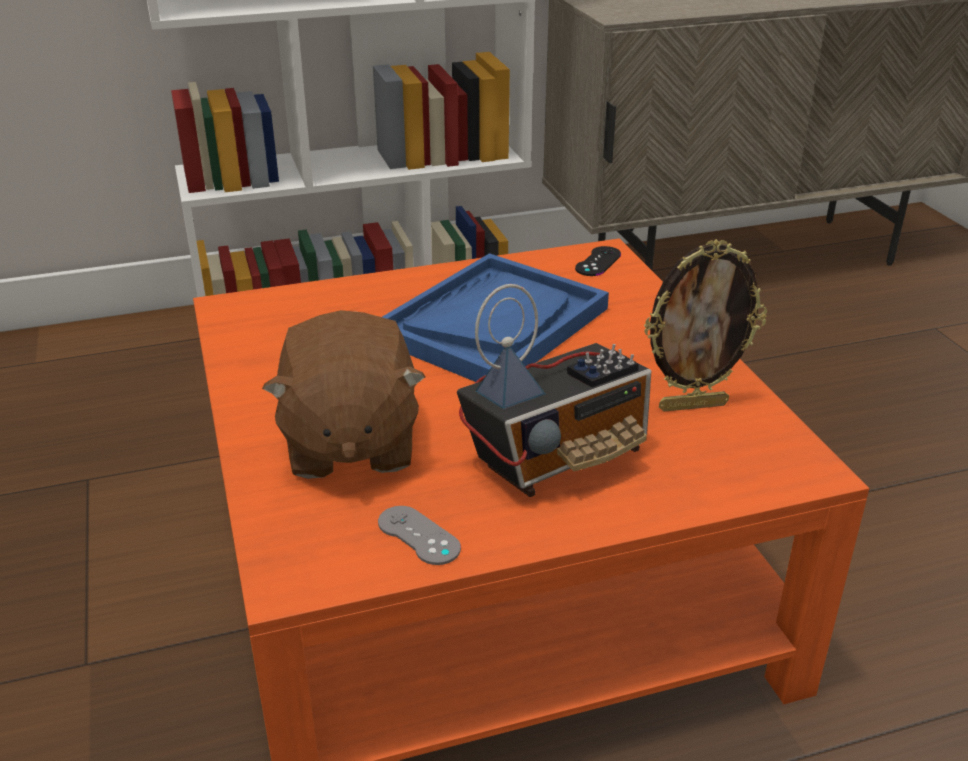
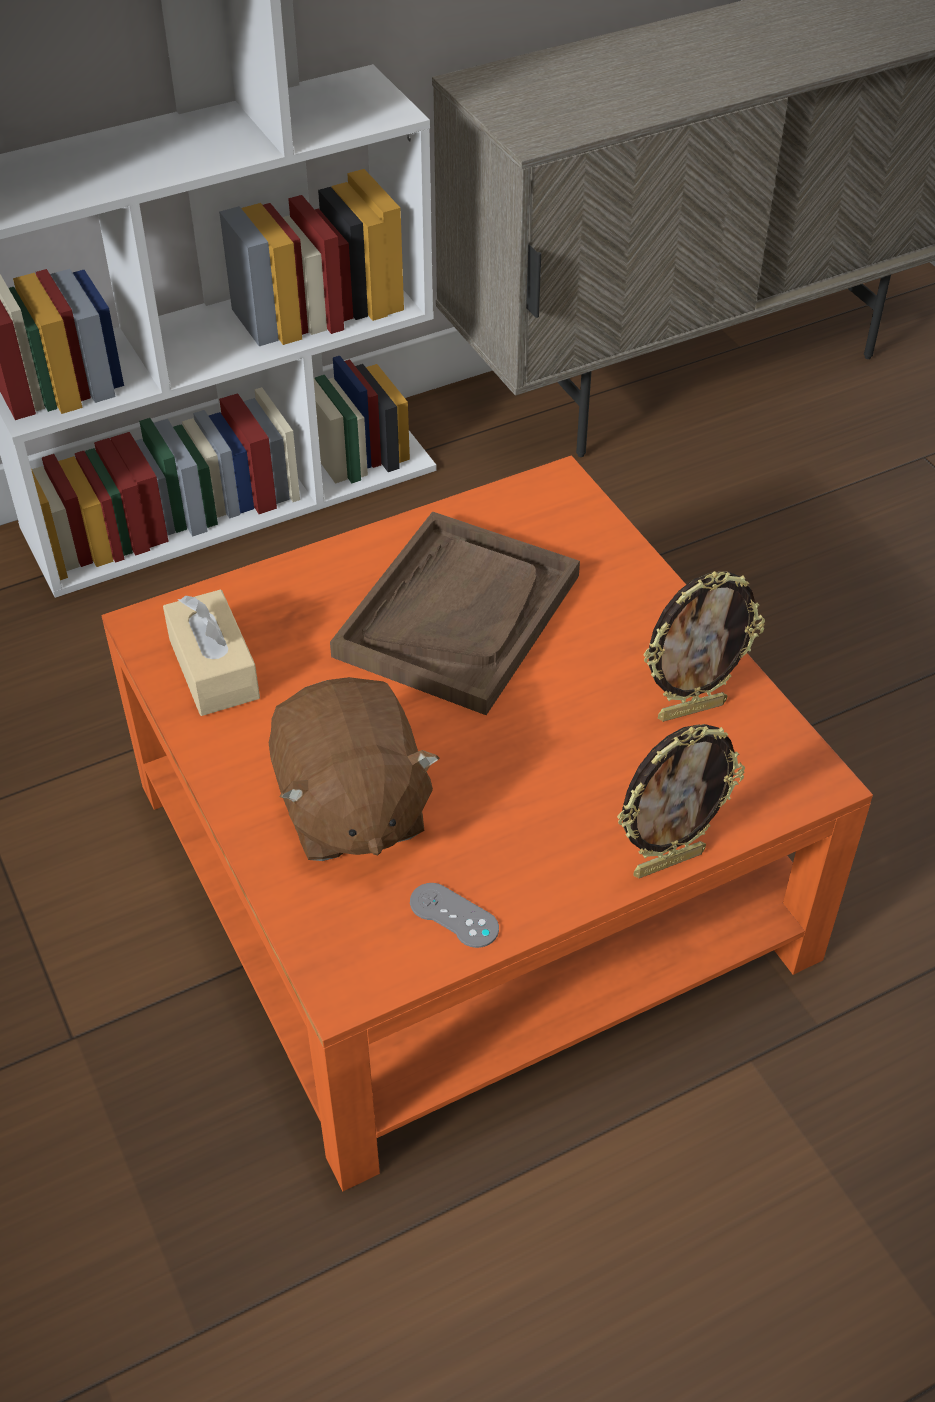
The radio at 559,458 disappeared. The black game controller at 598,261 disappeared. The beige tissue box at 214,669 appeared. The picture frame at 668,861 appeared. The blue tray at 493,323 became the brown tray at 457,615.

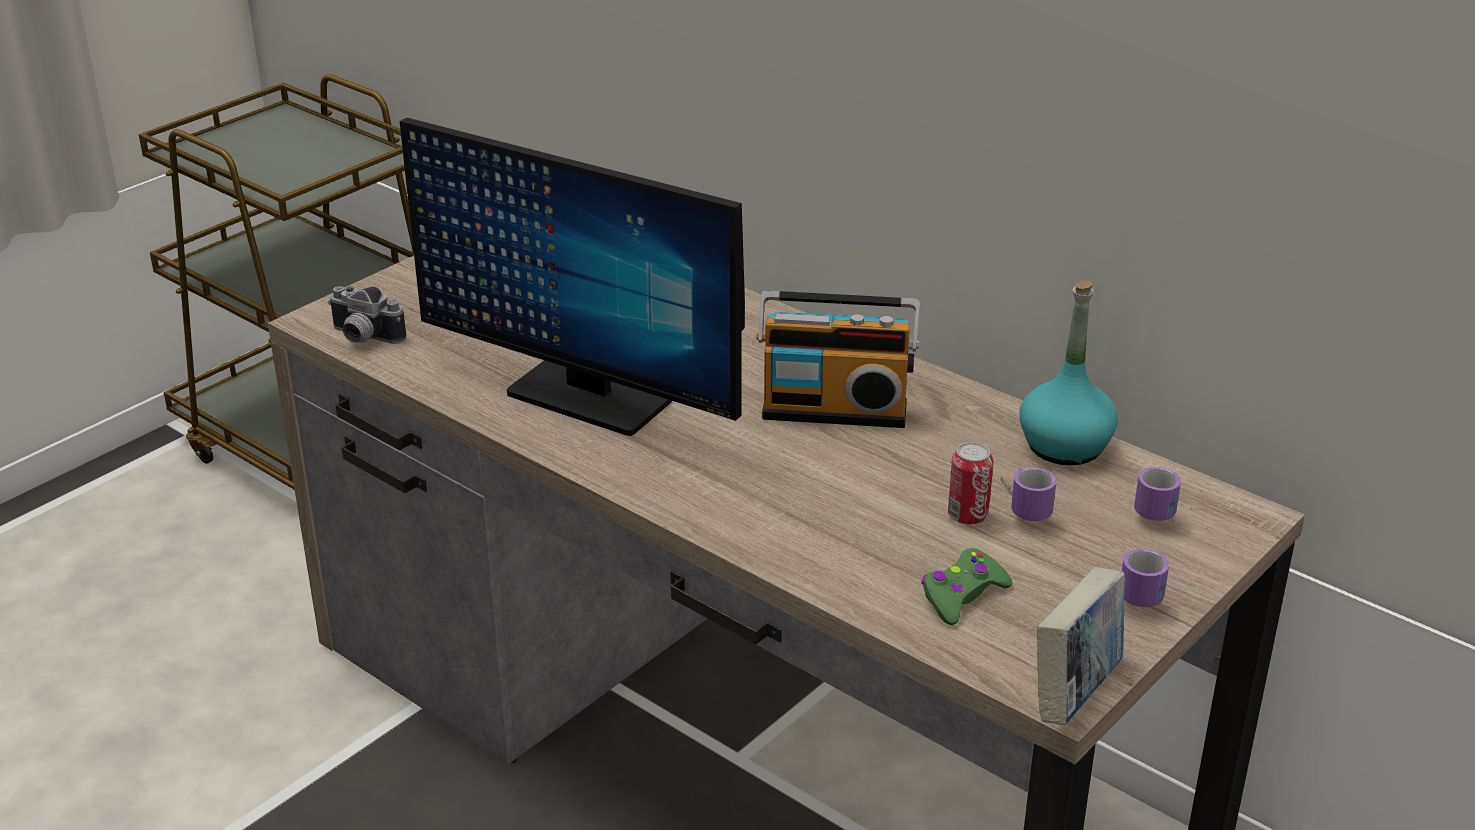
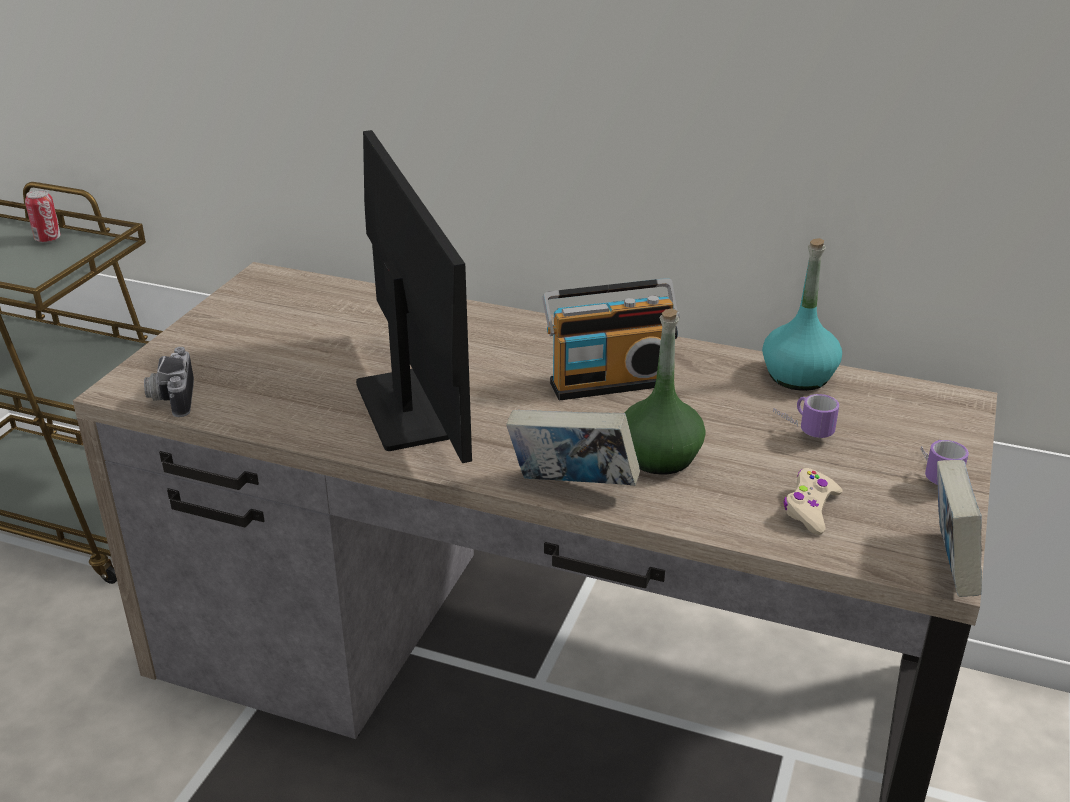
The mug at 1159,507 disappeared. The book at 572,487 appeared. The green bottle at 659,457 appeared. The can moved from 967,516 to 48,239. The green game controller at 962,595 became the beige game controller at 810,508. The photo camera at 362,338 turned 75 degrees clockwise. The monitor at 588,397 turned 120 degrees counterclockwise.

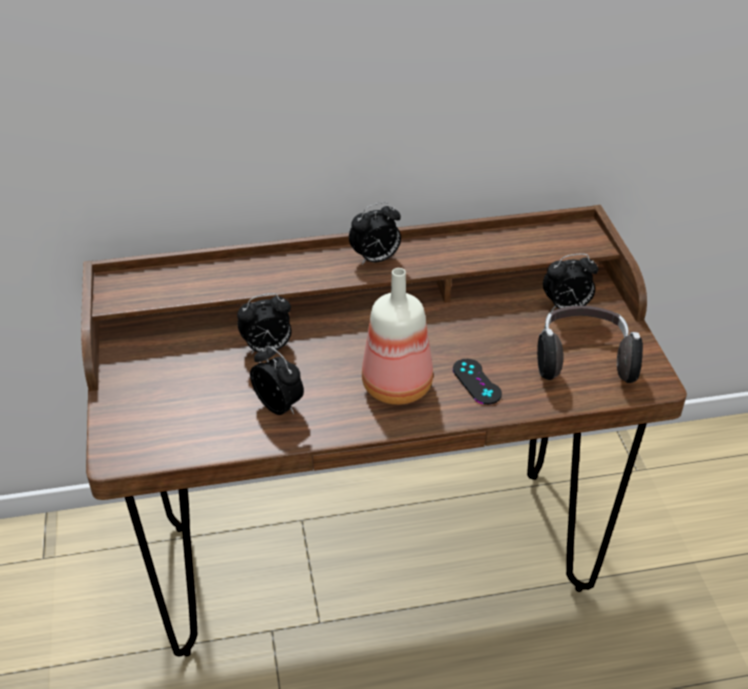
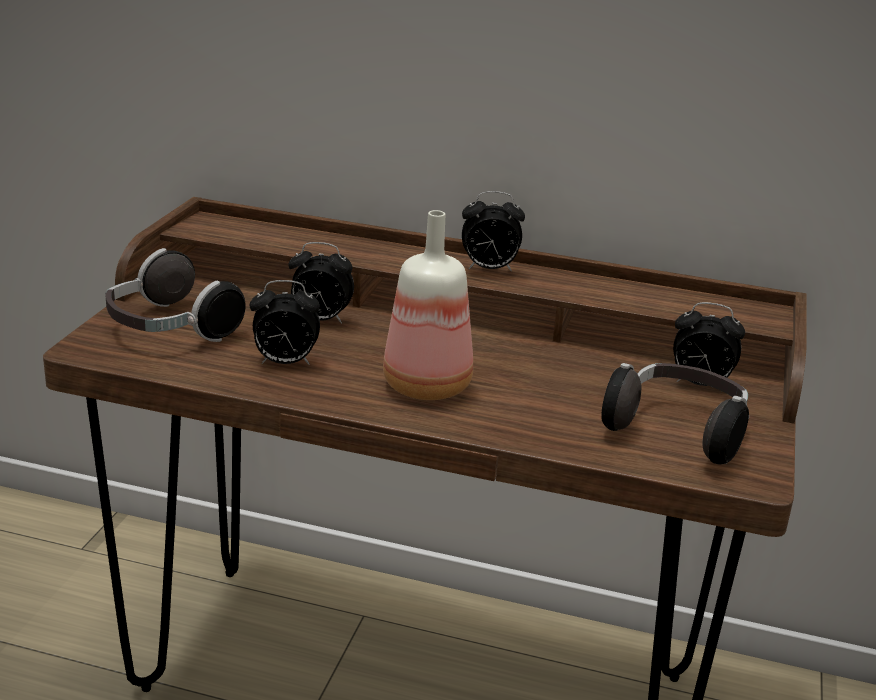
The black game controller at 476,382 disappeared. The headphones at 169,329 appeared. The alarm clock at 280,406 turned 105 degrees clockwise.

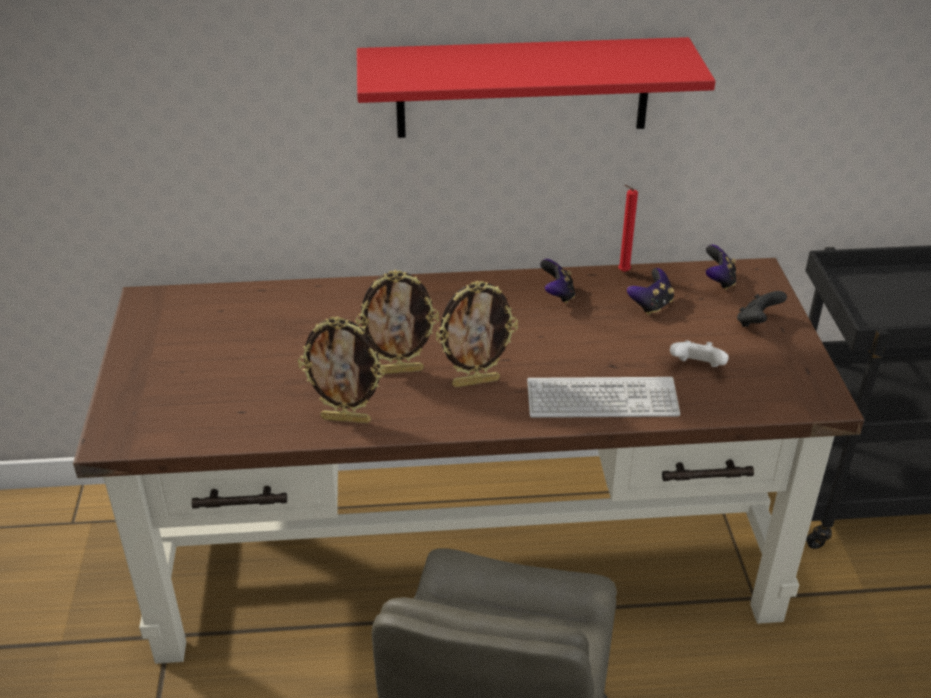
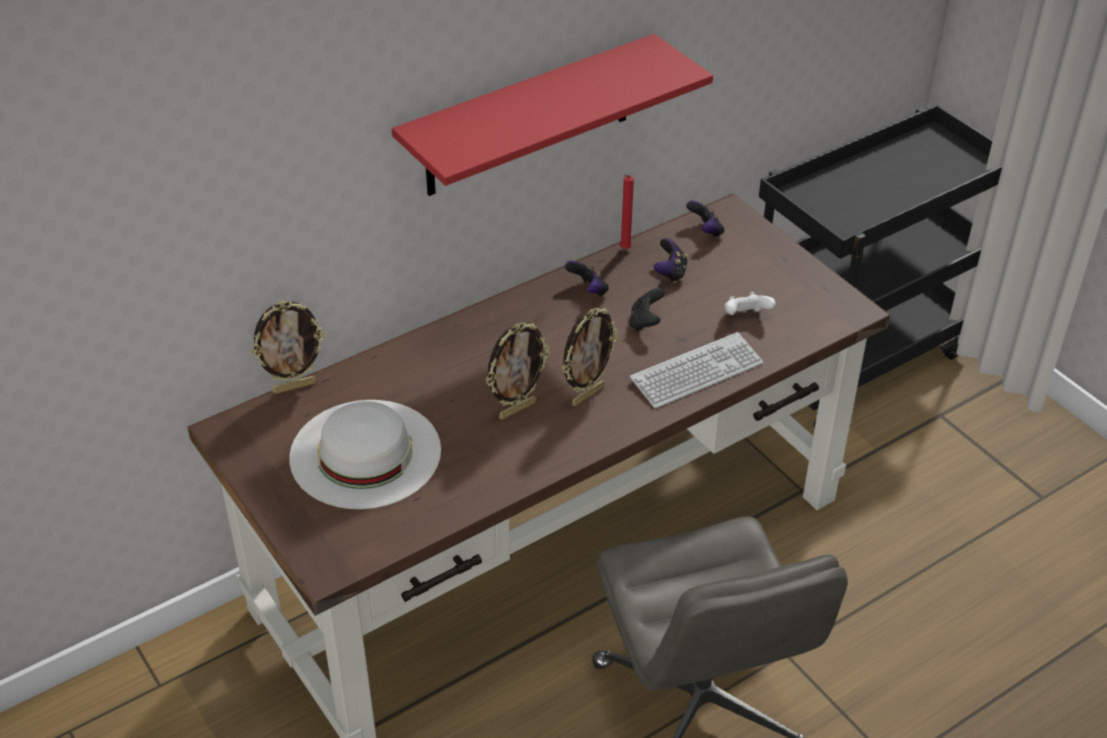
The white hat at 365,453 appeared. The picture frame moved from 346,419 to 294,386. The black game controller moved from 757,322 to 645,322.

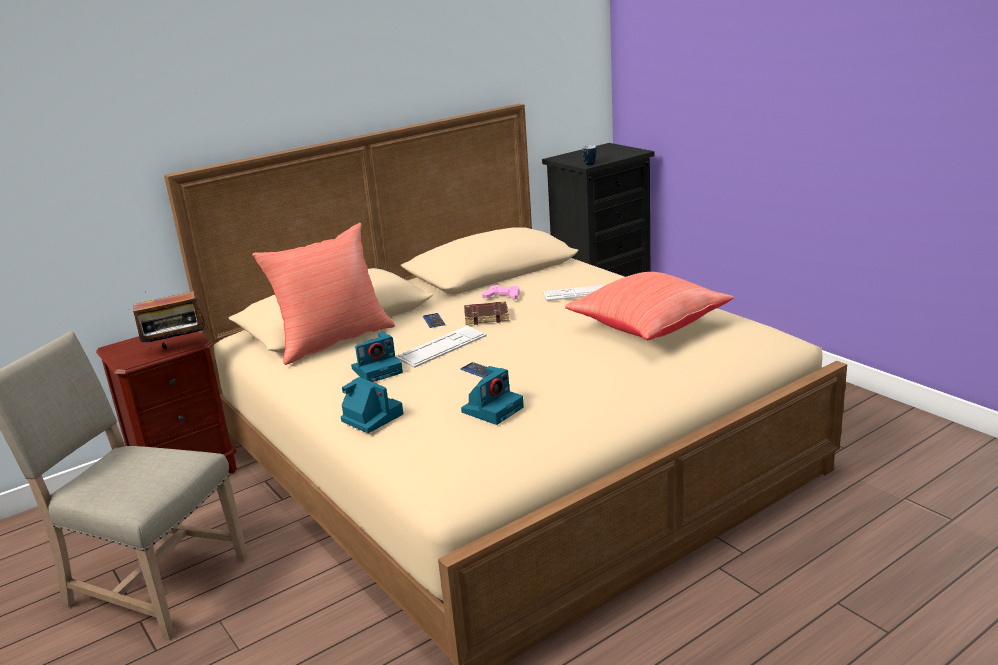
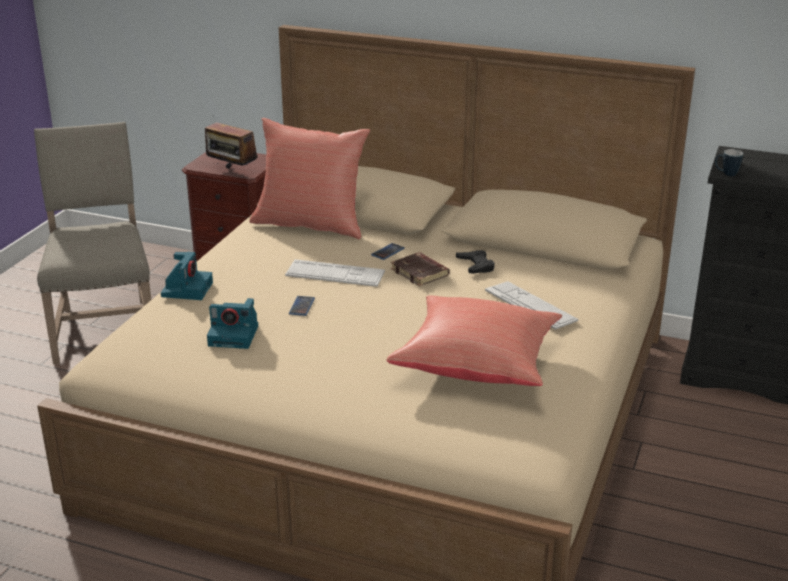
The photo camera at 378,370 disappeared. The pink game controller at 502,296 became the black game controller at 476,265.

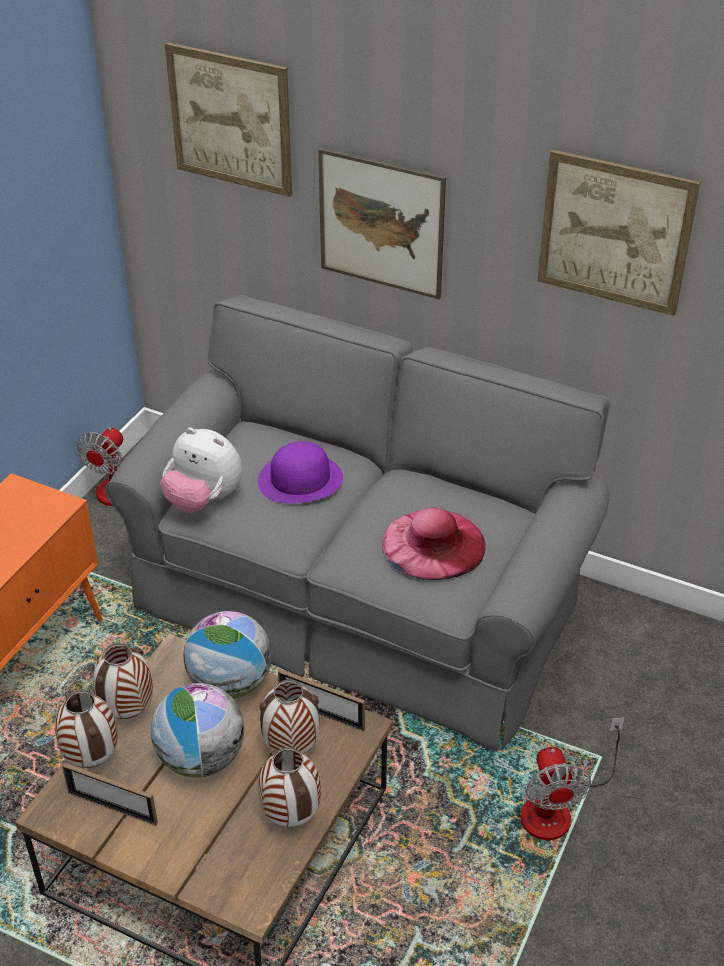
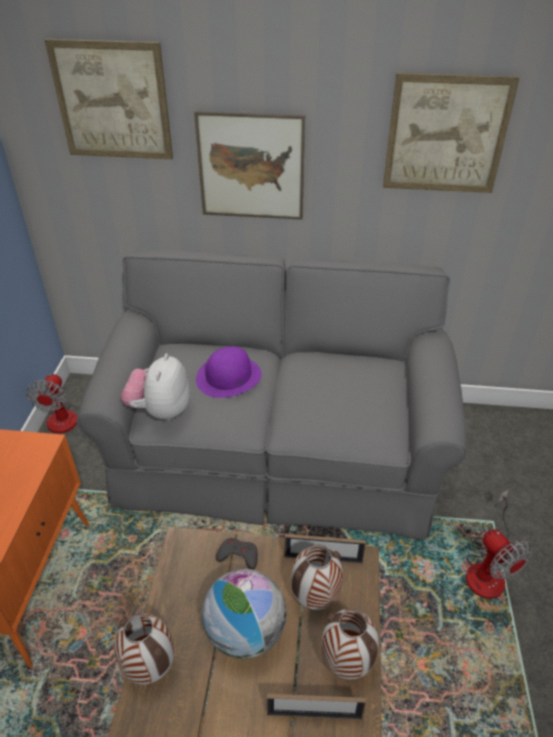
The vase at 128,713 disappeared. The pink hat at 433,544 disappeared. The picture frame moved from 112,808 to 314,715. The globe at 230,684 was replaced by the grey game controller at 238,555. The plush toy at 203,500 turned 90 degrees clockwise.

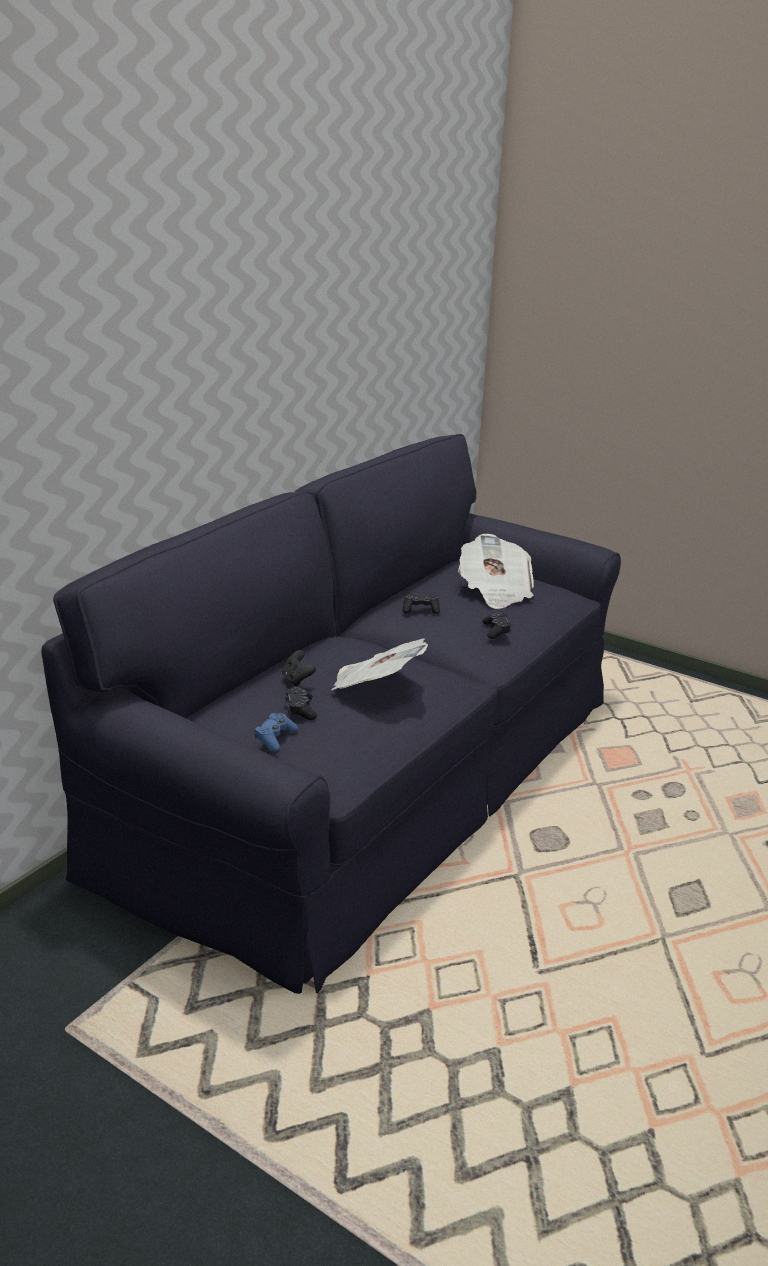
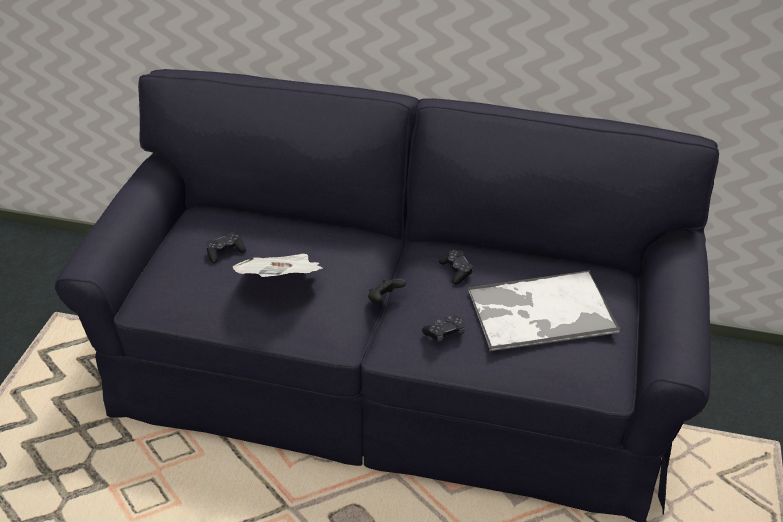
The blue game controller at 275,738 disappeared. The black game controller moved from 297,680 to 384,299. The newspaper at 495,591 was replaced by the tray at 540,312.

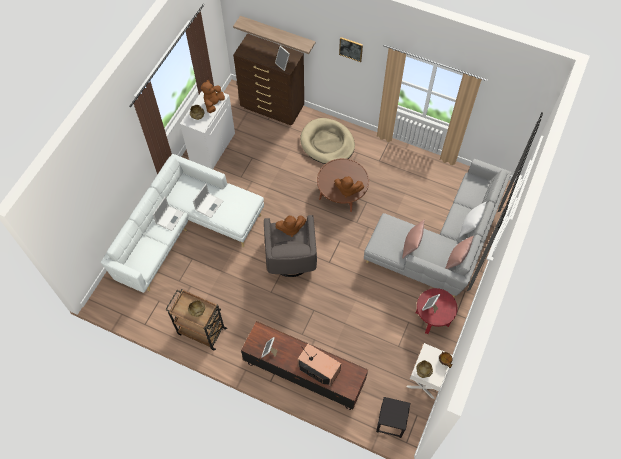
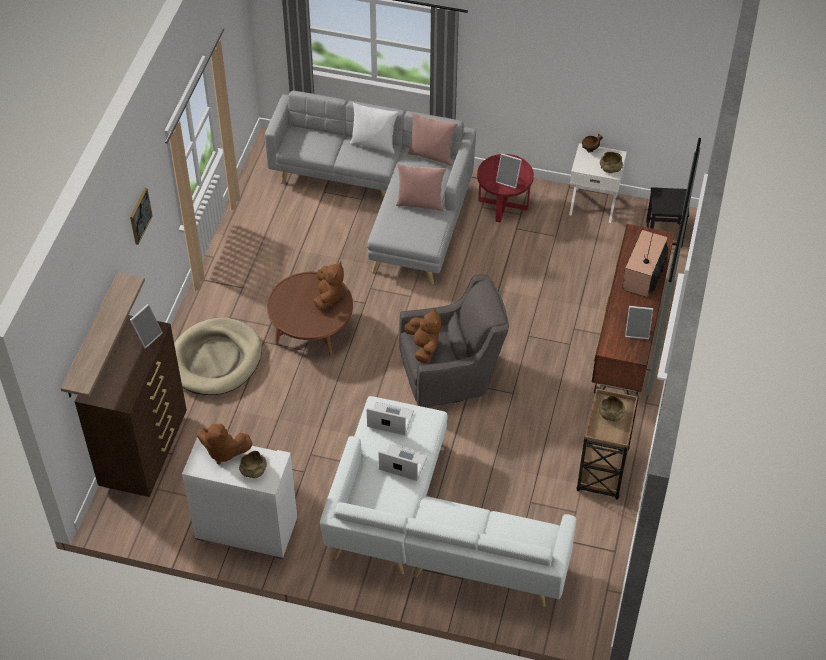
The laptop moved from 170,217 to 389,419.

